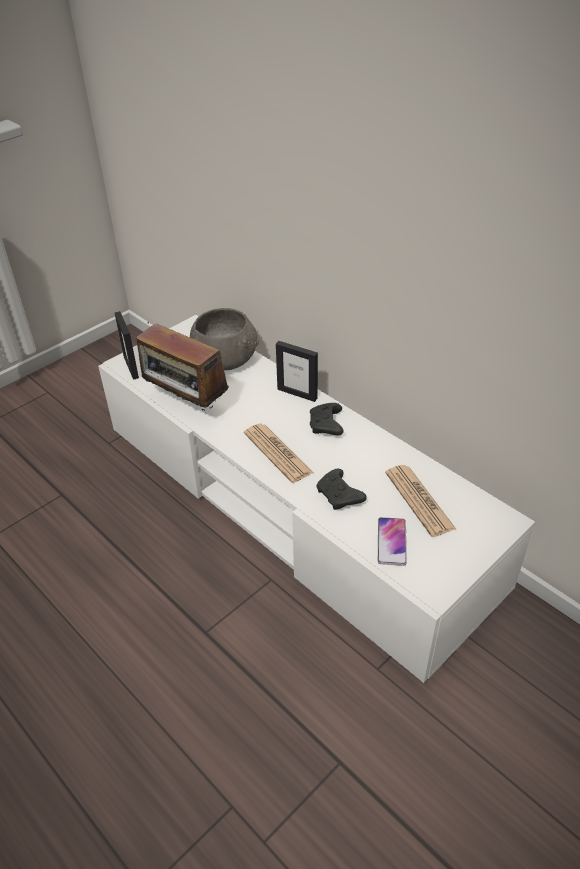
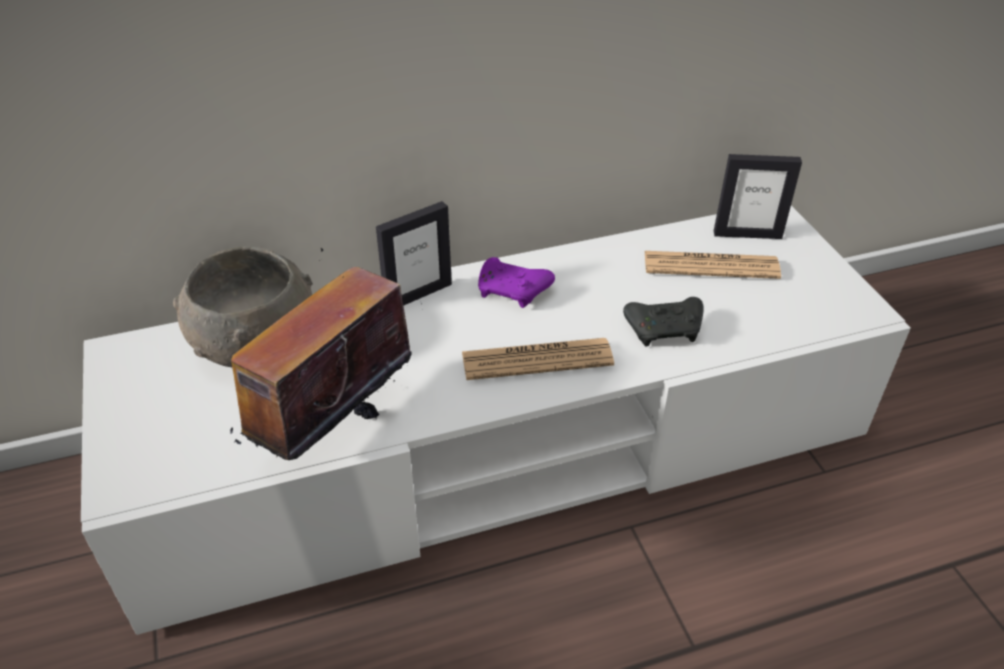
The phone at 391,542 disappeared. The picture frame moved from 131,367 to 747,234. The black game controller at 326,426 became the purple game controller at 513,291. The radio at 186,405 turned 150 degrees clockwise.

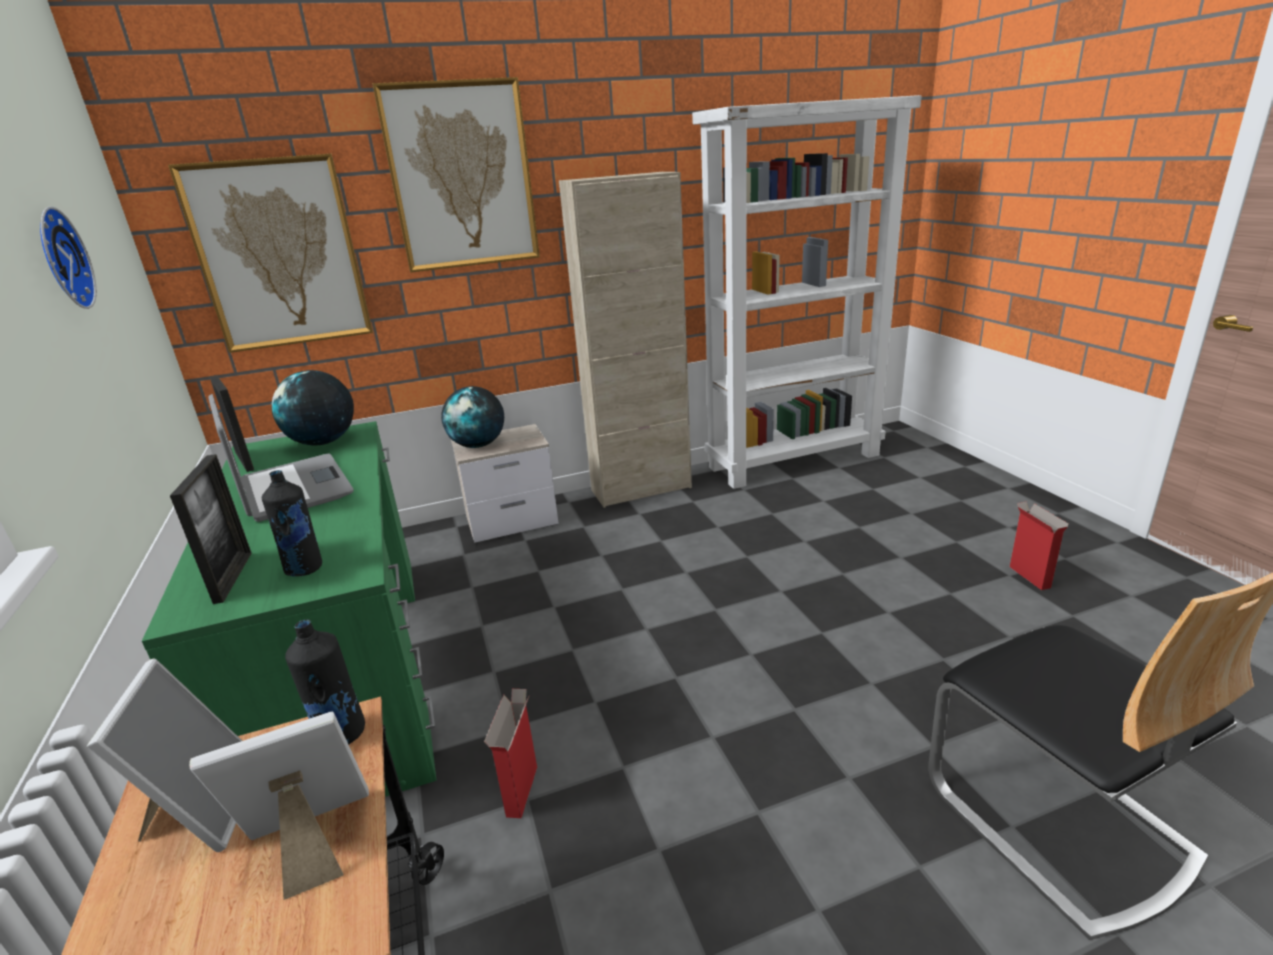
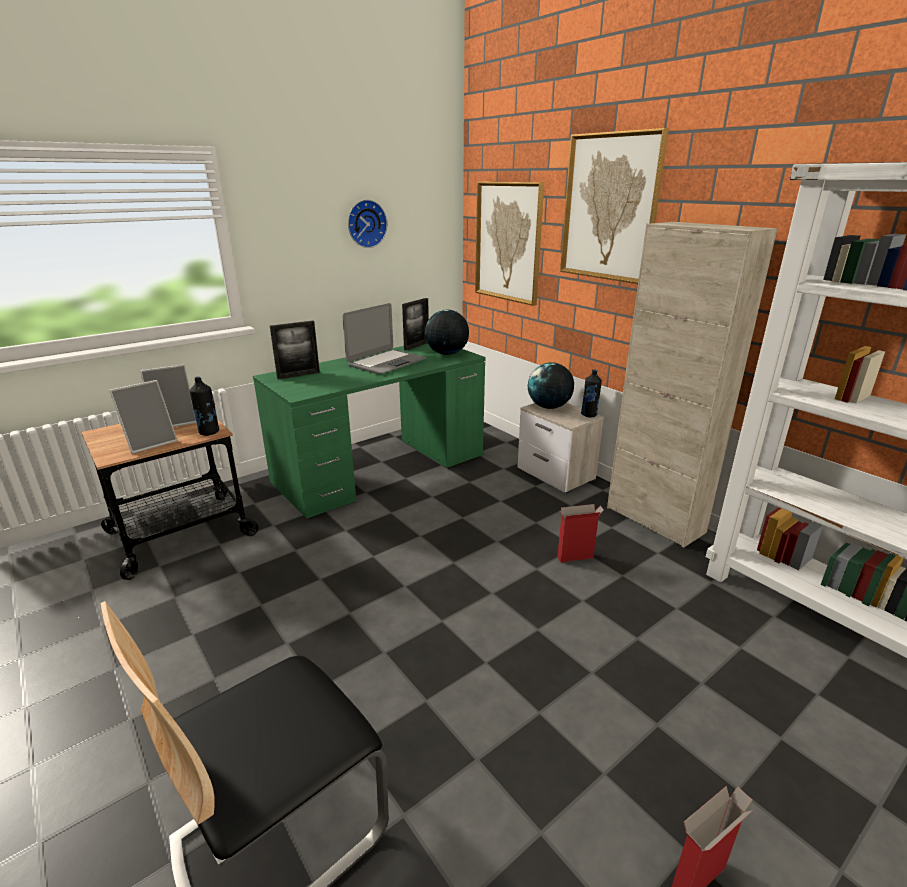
The black bottle moved from 305,568 to 589,415. The cardboard box moved from 522,790 to 576,557. The picture frame at 311,844 turned 90 degrees clockwise.

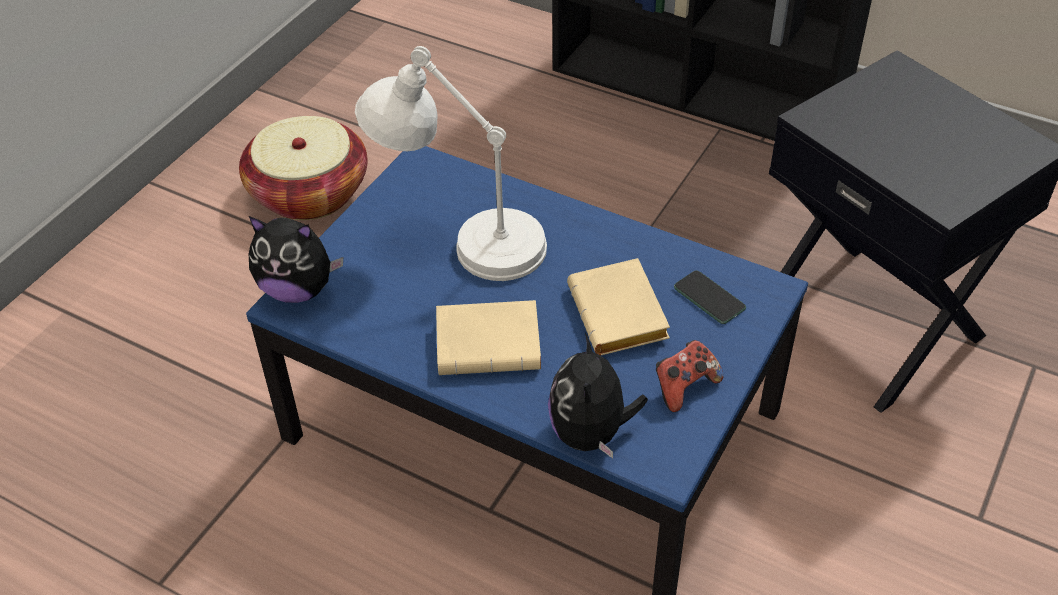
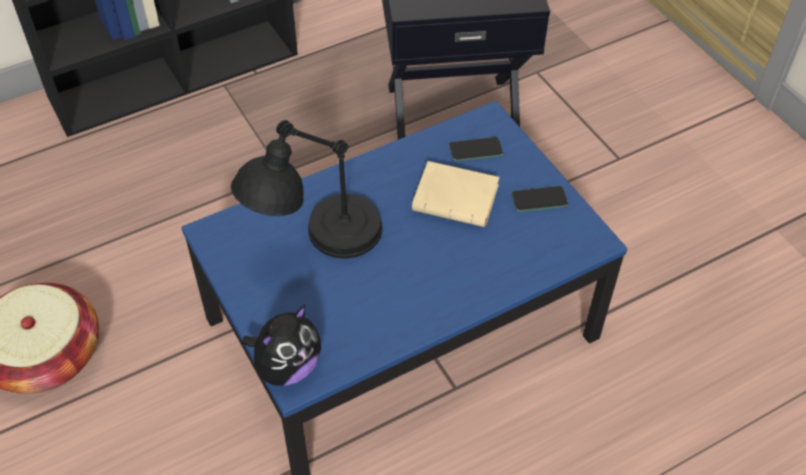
The beige book at 491,343 disappeared. The plush toy at 591,433 disappeared. The game controller at 684,387 was replaced by the phone at 539,200. The white table lamp at 461,240 became the black table lamp at 317,247.

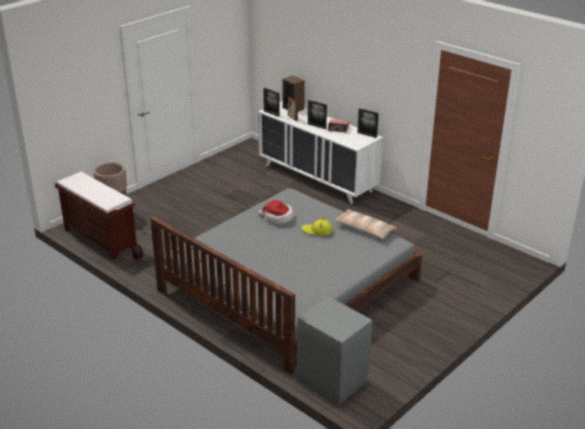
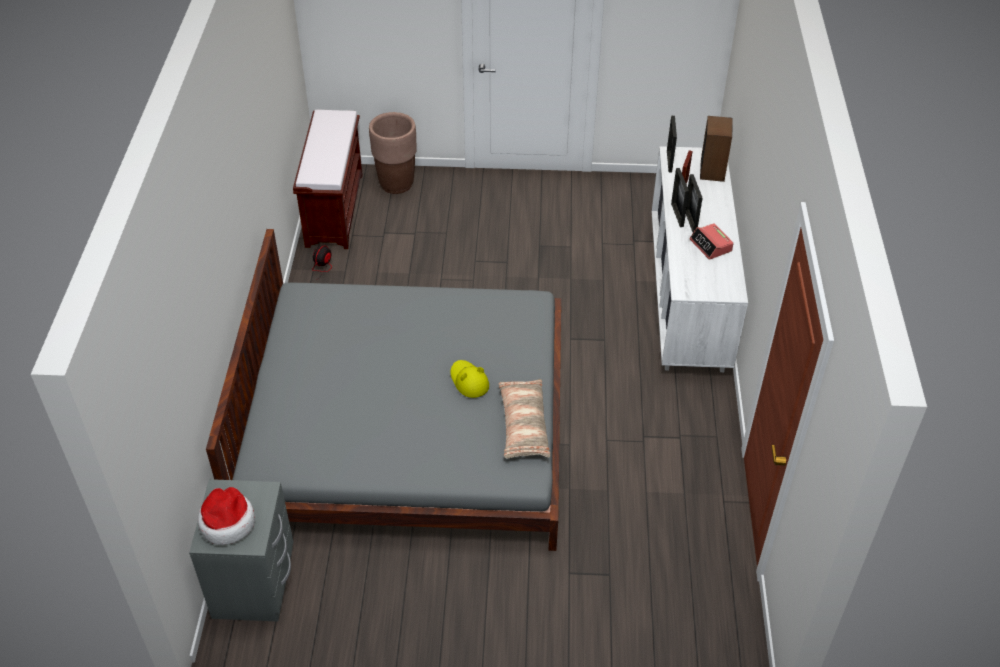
The hat moved from 277,218 to 227,522. The picture frame moved from 367,135 to 677,215.

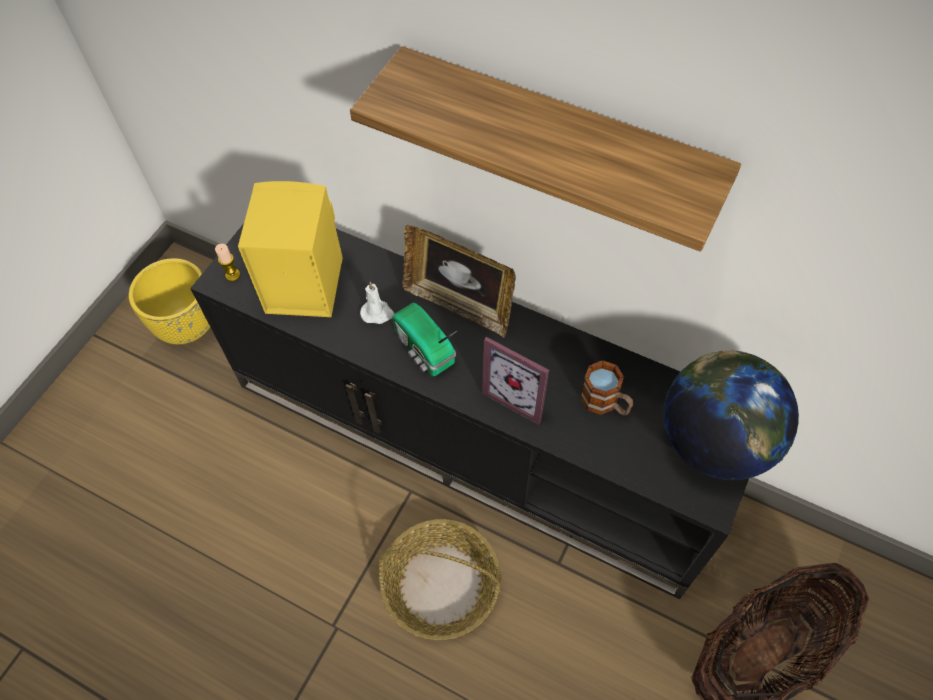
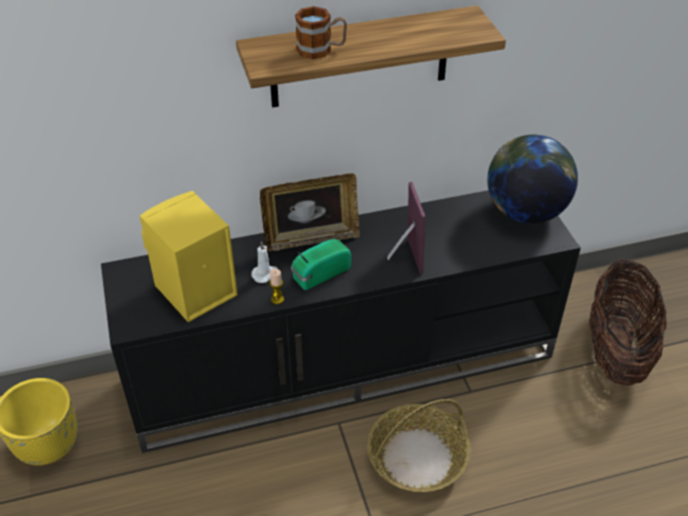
The candle moved from 233,275 to 277,299. The mug moved from 605,403 to 321,50. The radio at 424,350 turned 135 degrees clockwise. The picture frame at 520,394 turned 90 degrees counterclockwise.

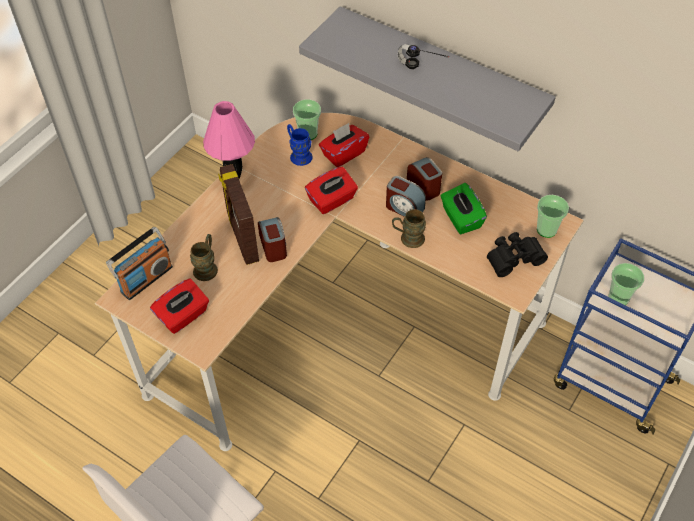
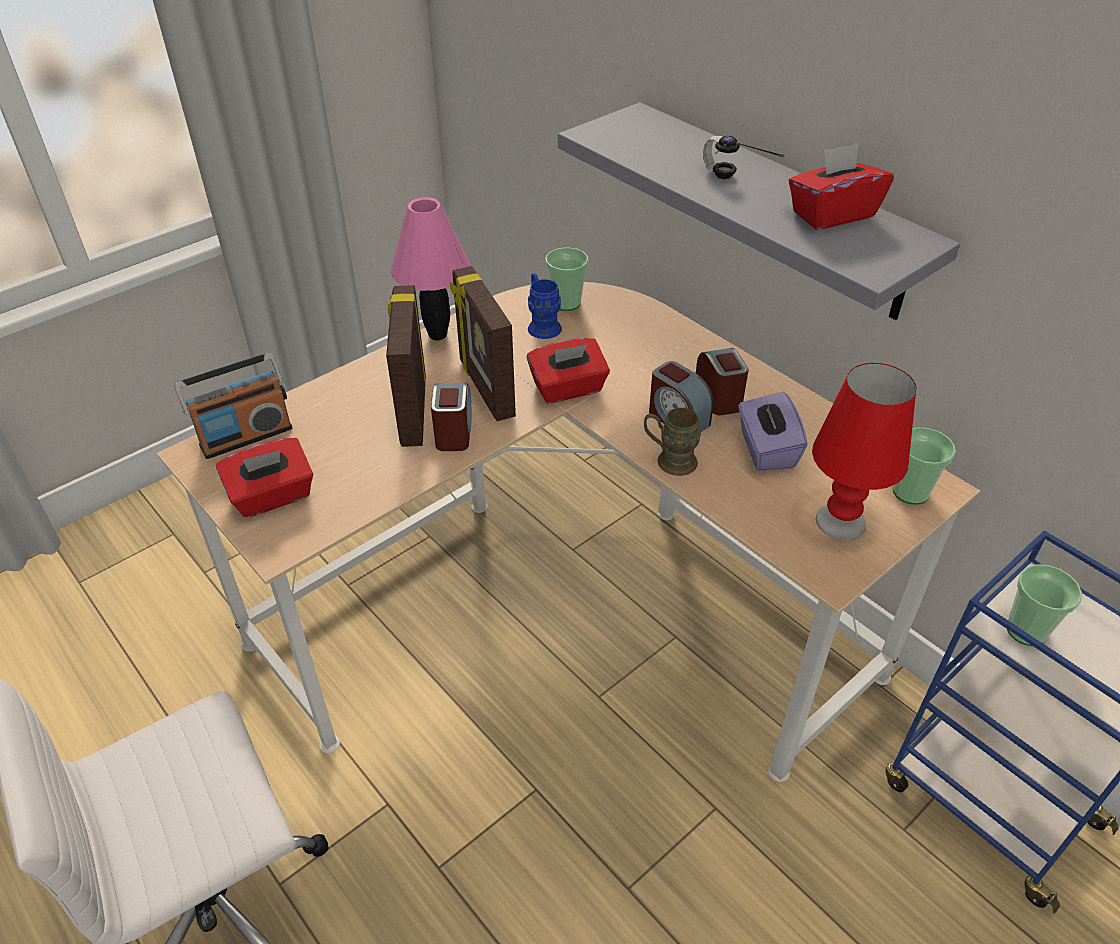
The brown mug at 207,267 disappeared. The picture frame at 485,389 appeared. The red tissue box moved from 343,153 to 832,214. The black binoculars at 513,257 was replaced by the red table lamp at 841,521. The green tissue box at 461,218 became the purple tissue box at 766,449.

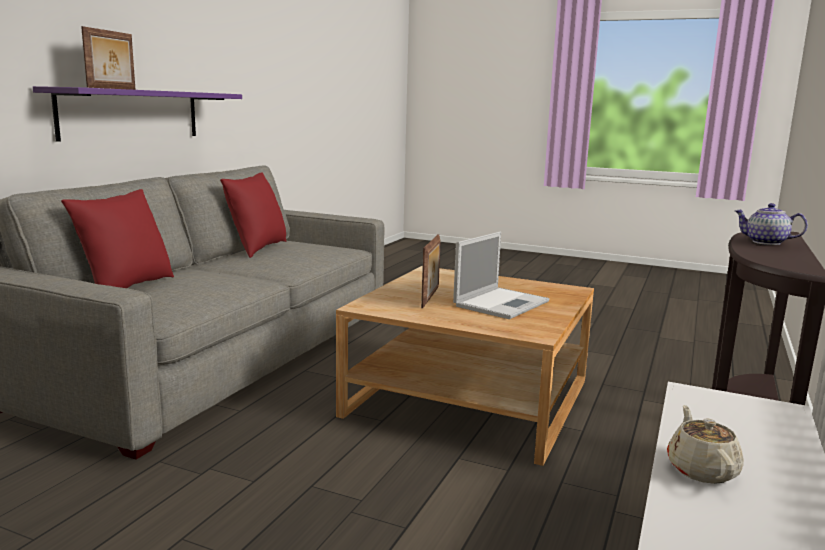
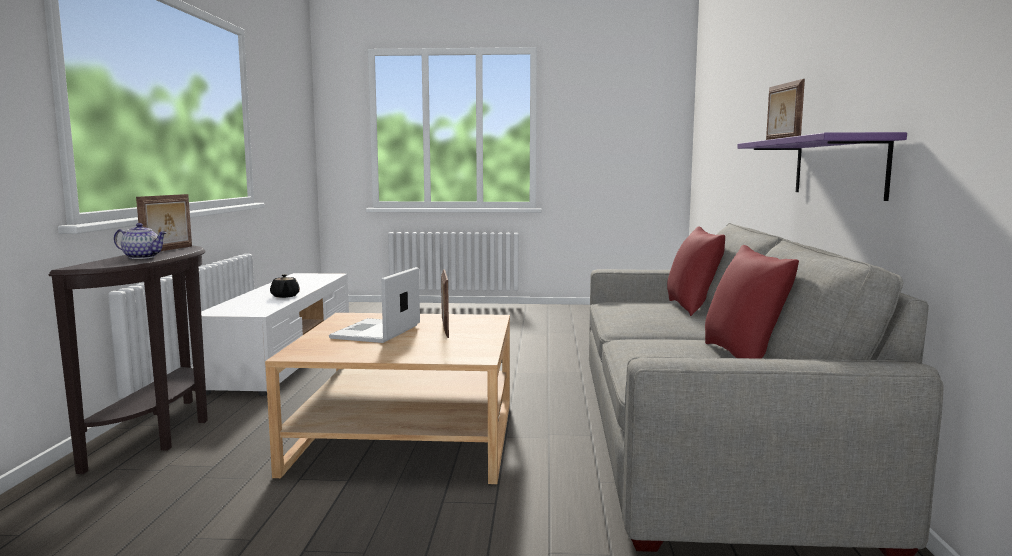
The picture frame at 168,250 appeared. The beige teapot at 701,469 became the black teapot at 285,296.

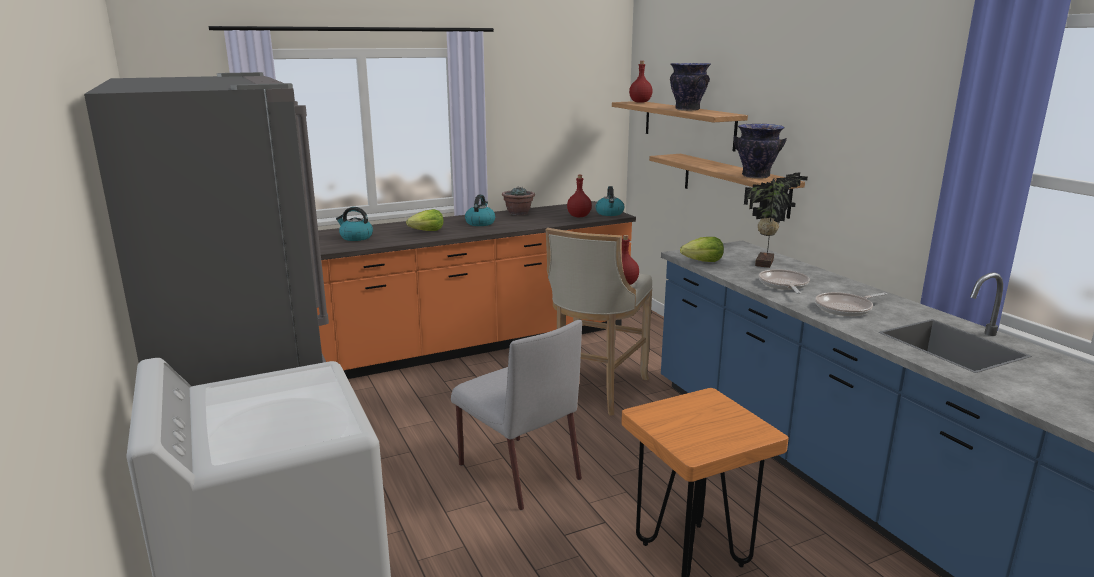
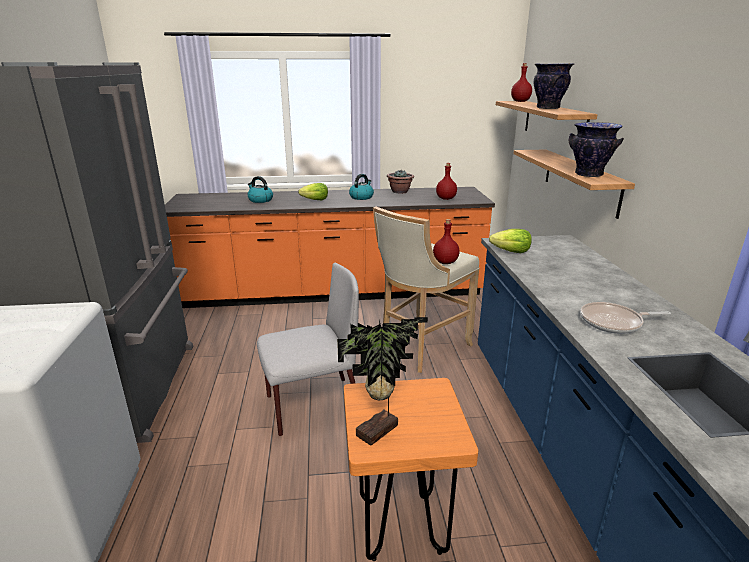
The kettle at 610,213 disappeared. The frying pan at 783,285 disappeared. The potted plant moved from 766,263 to 380,431. The grey chair at 517,471 turned 90 degrees counterclockwise.

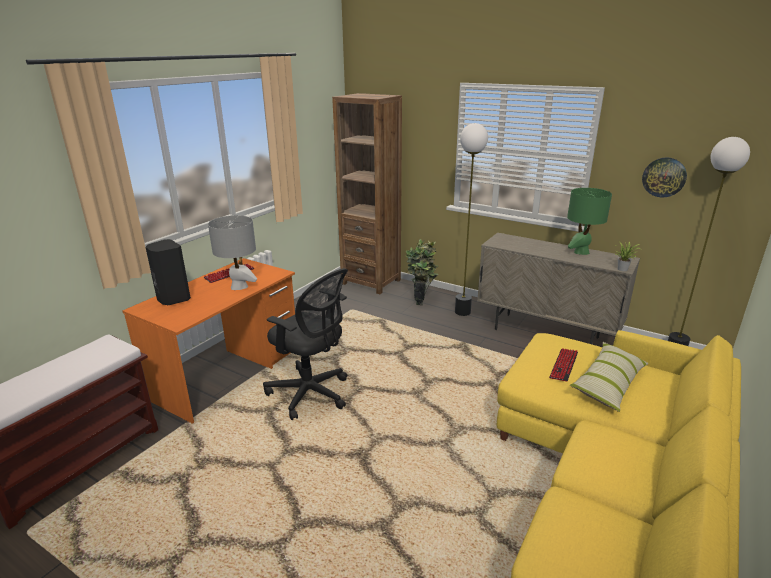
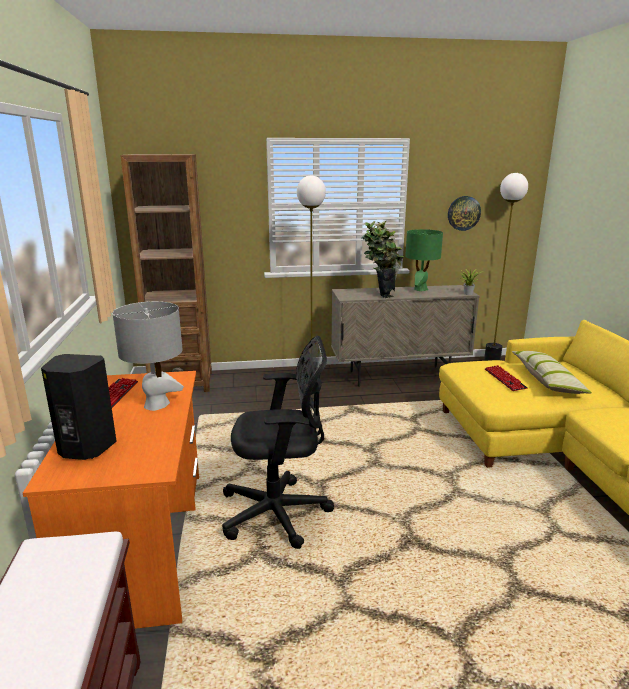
The potted plant moved from 421,299 to 380,294.

